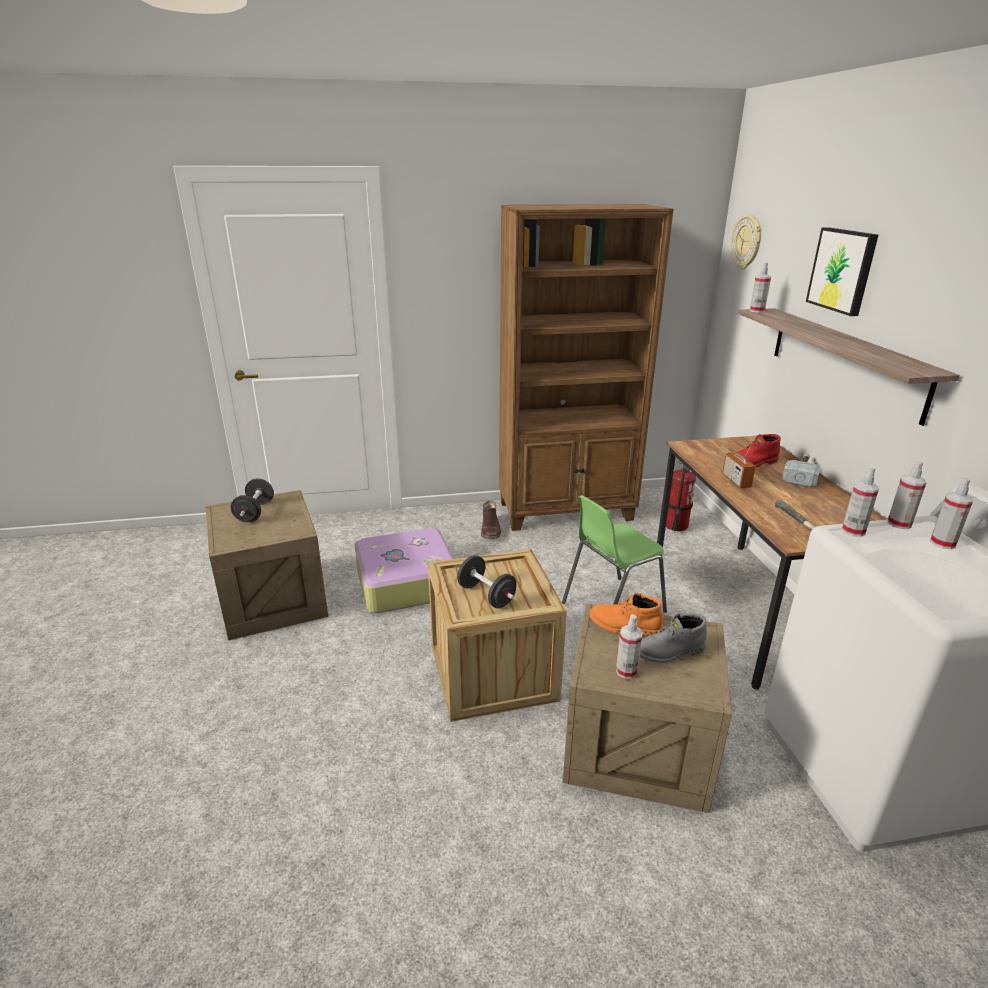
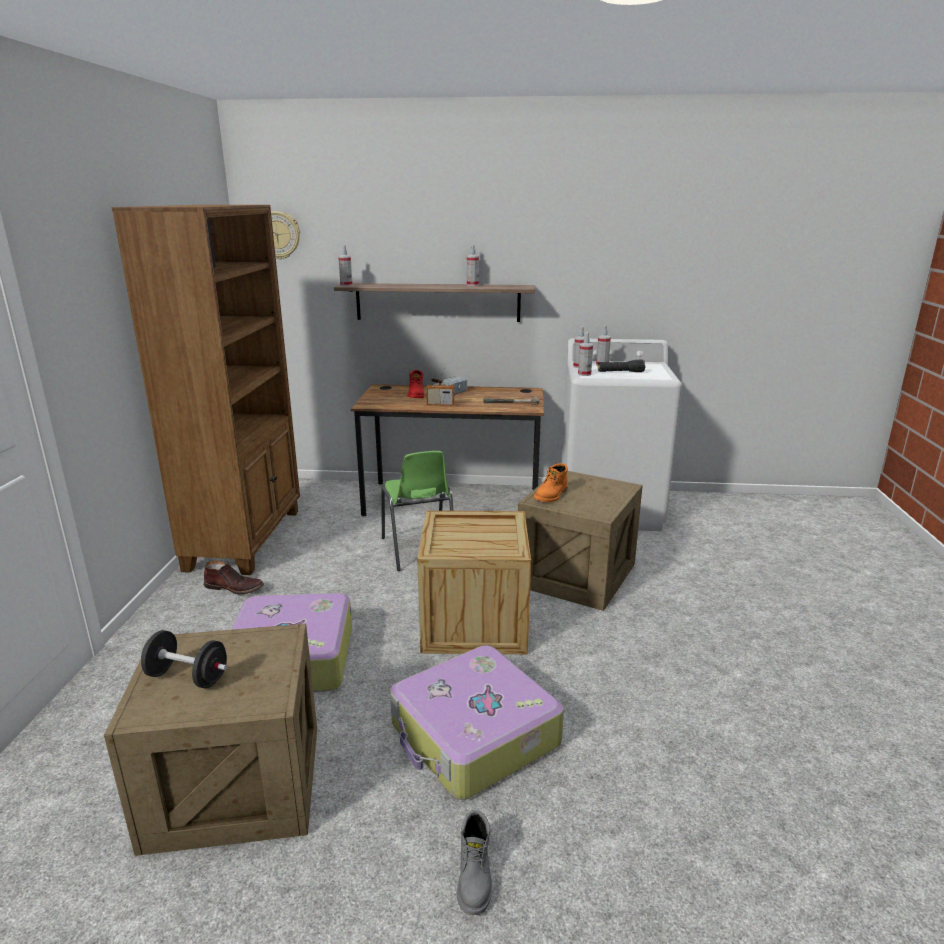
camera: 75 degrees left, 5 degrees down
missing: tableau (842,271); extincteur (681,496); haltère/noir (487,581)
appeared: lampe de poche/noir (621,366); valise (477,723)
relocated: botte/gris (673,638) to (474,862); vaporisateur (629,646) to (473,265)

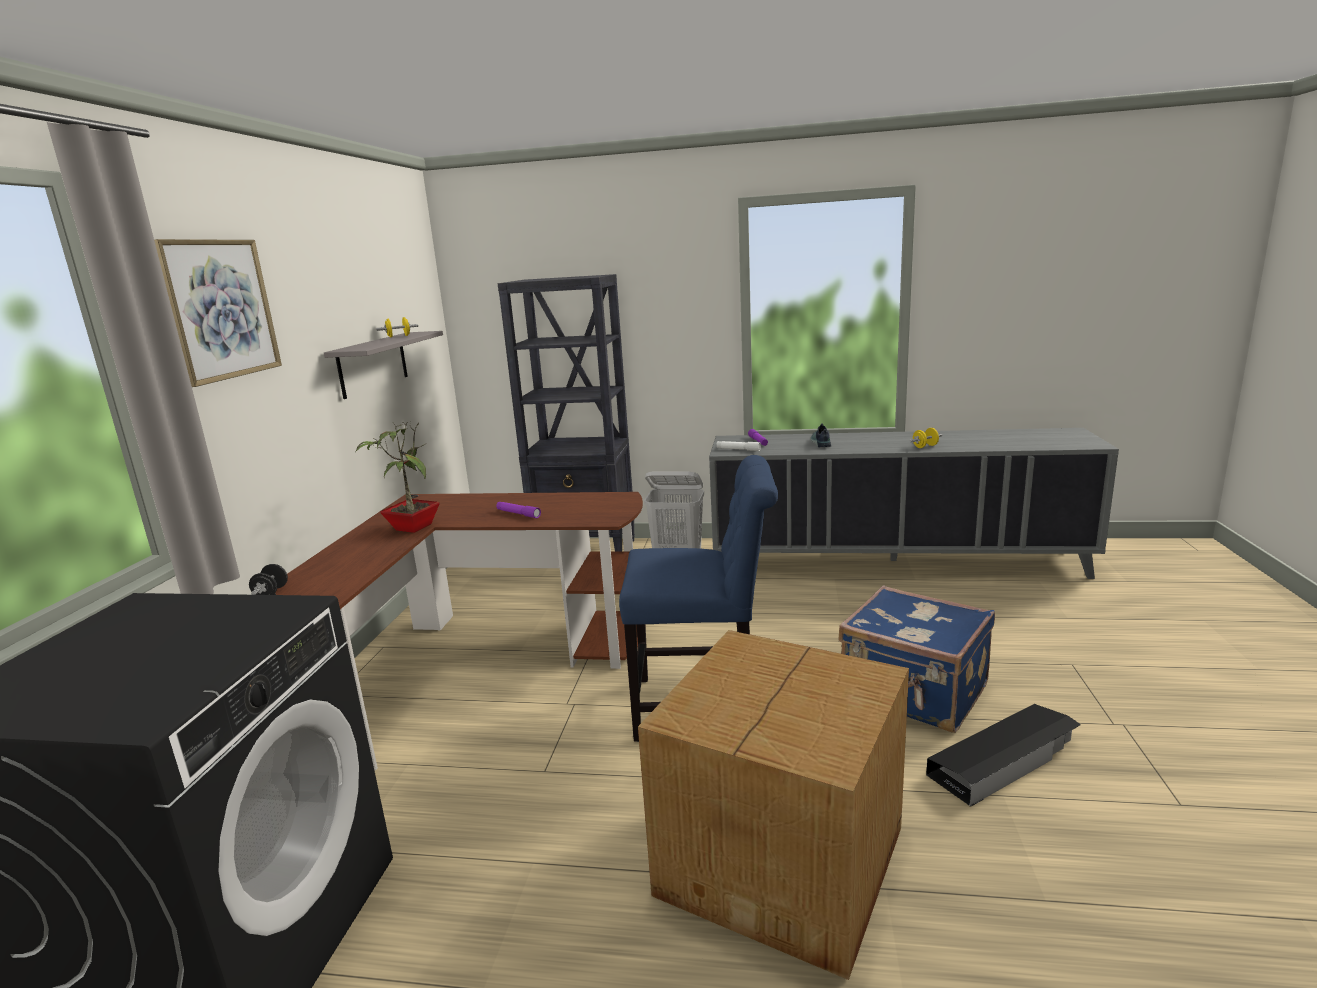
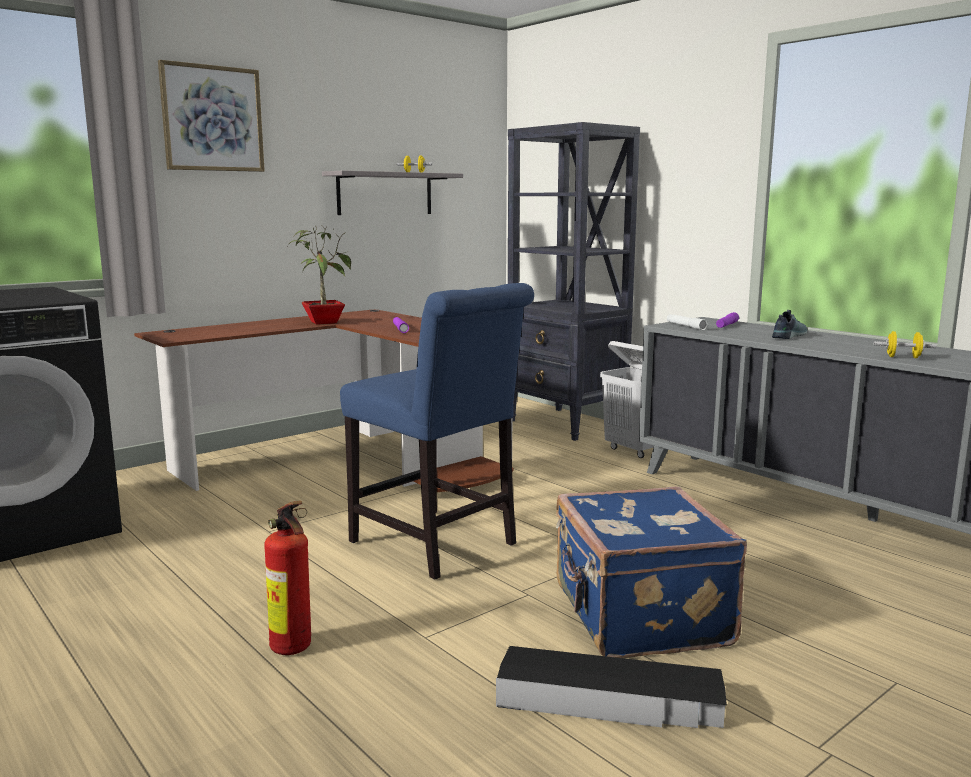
camera: 40 degrees right, 5 degrees down
missing: haltère/noir (268,579)
exchanged: carton (773,805) to extincteur (288,578)

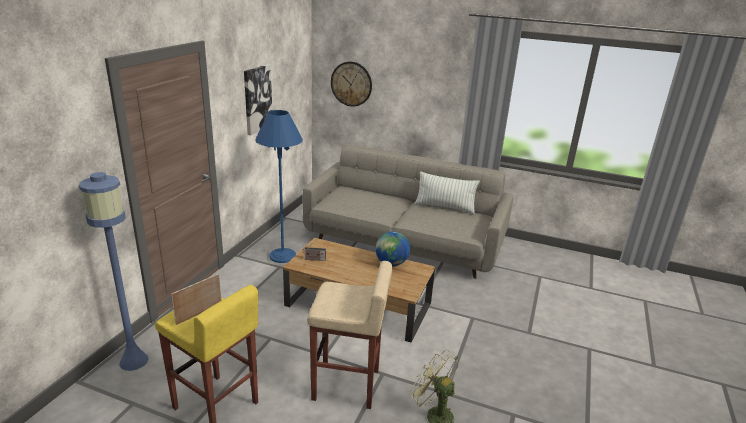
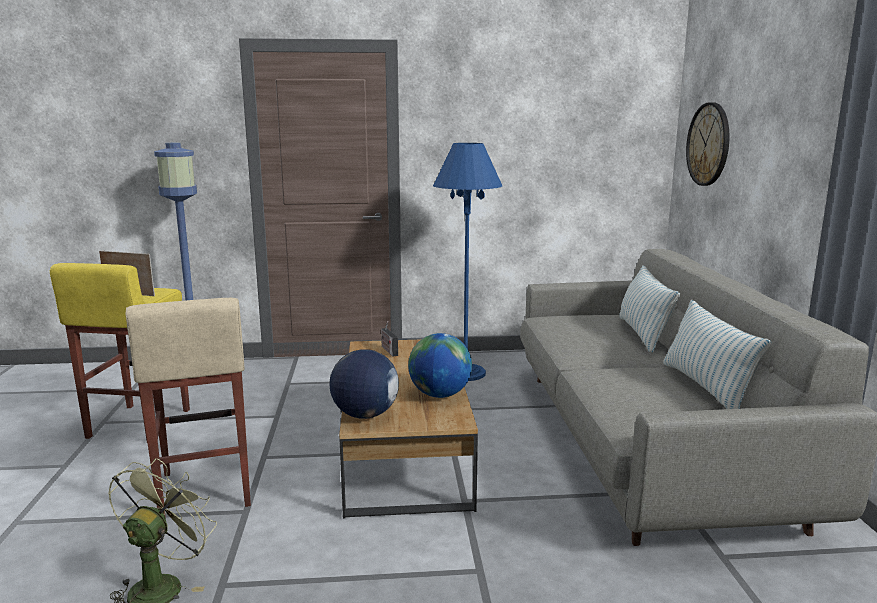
camera: 65 degrees right, 10 degrees down
missing: tableau (258,99)
appeared: coussin (650,309); globe (364,384)

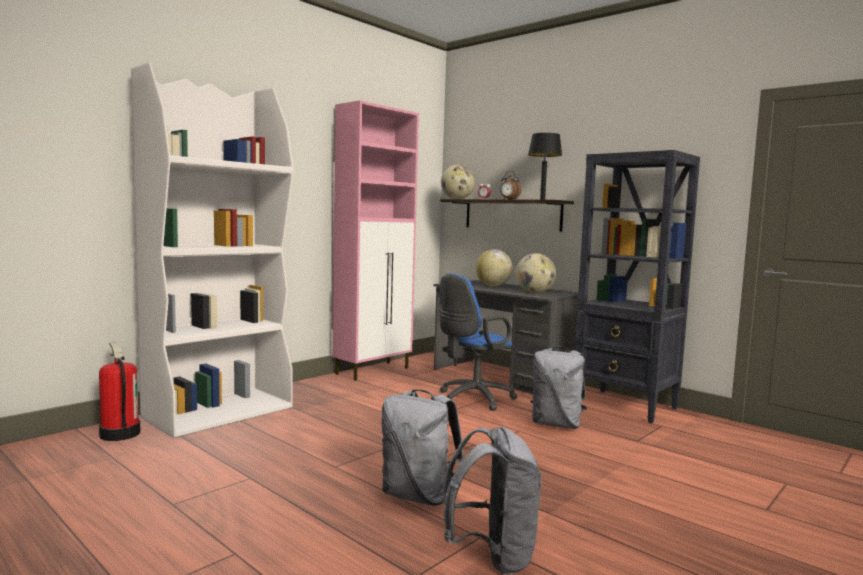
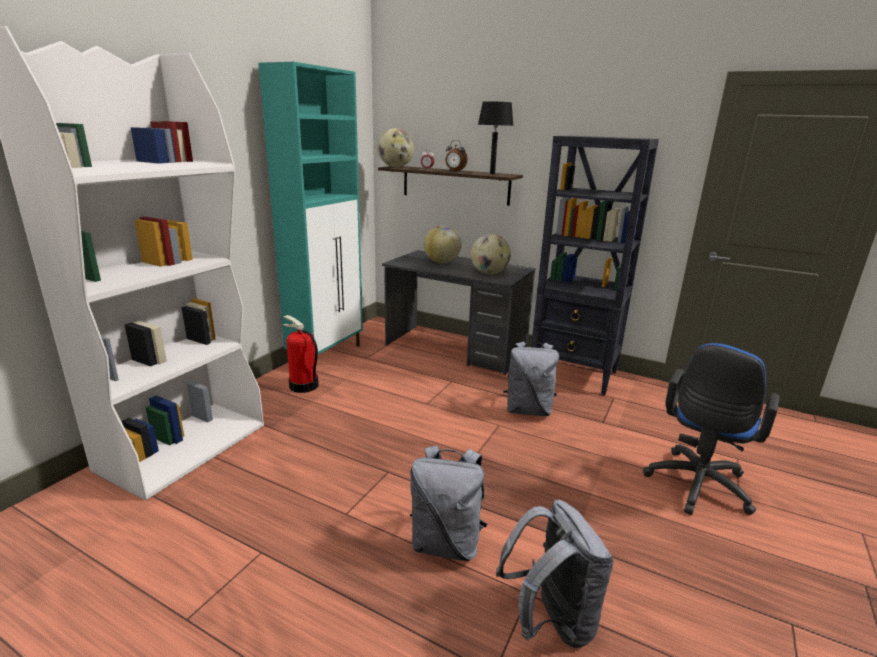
camera: 15 degrees left, 15 degrees up
relocated: chaise de bureau/bleu (478,342) to (711,429); extincteur (119,391) to (300,354)
colour: meuble de rangement/rose (375,241) to meuble de rangement/turquoise (310,208)

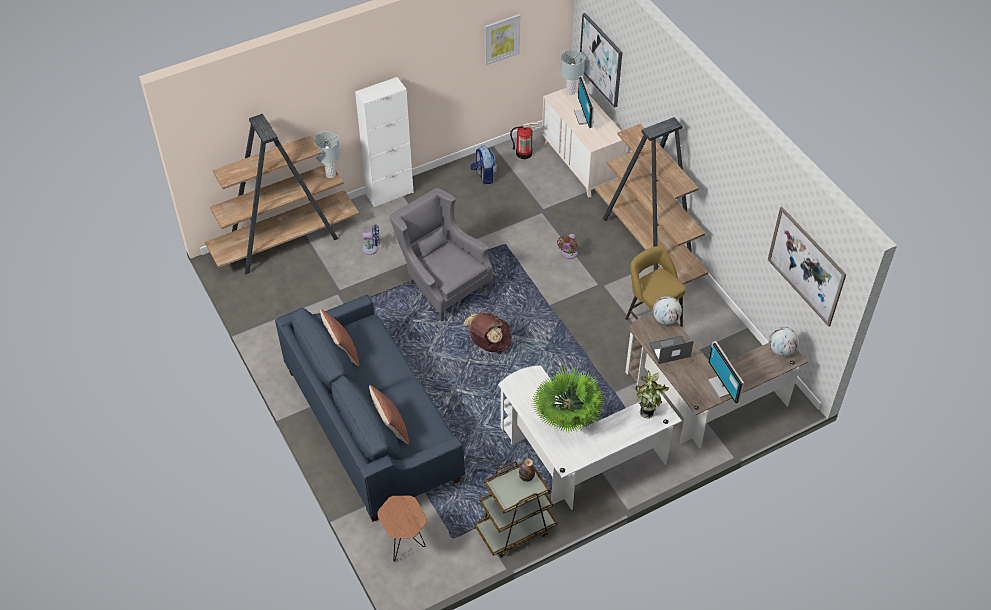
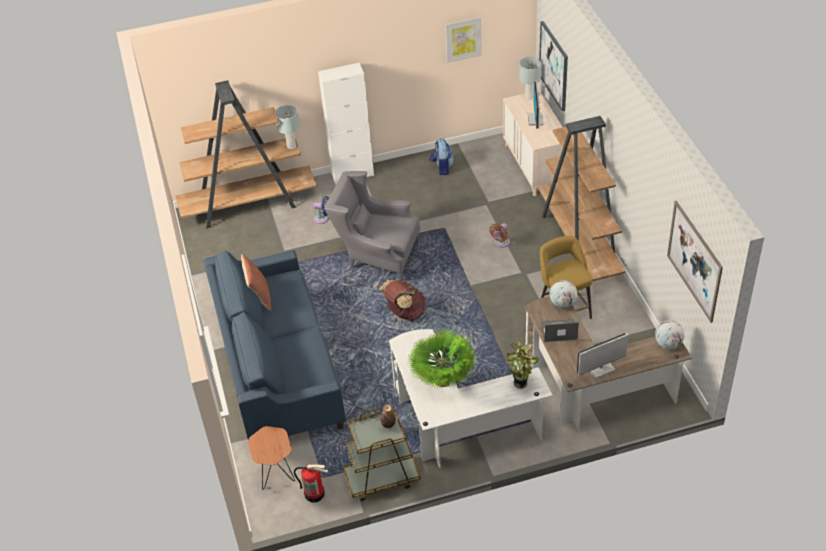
camera: 15 degrees right, 5 degrees down
missing: coussin (389,415)
relocated: extincteur (525,140) to (311,483)
spun: fauteuil/gris (441,255) = (372,226) 45 degrees counterclockwise; écran d'ordinateur (726,372) = (603,355) 75 degrees clockwise

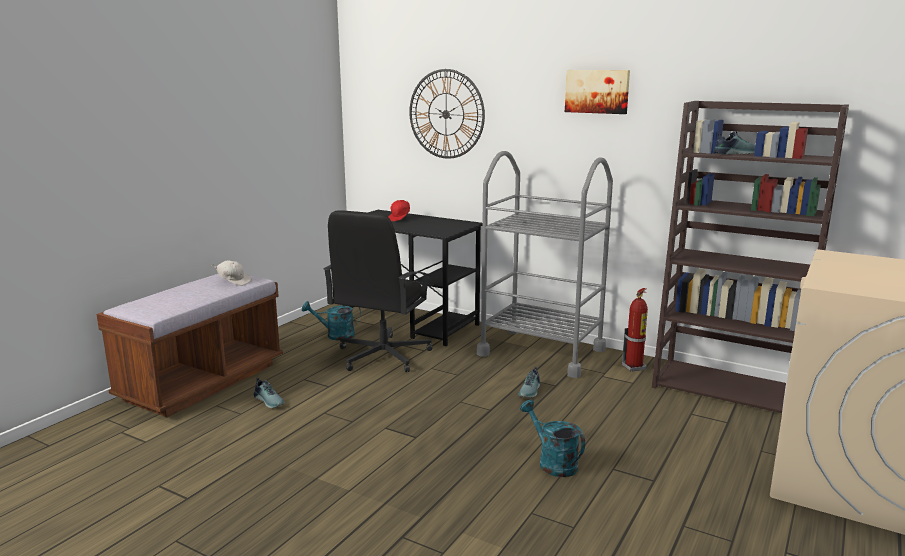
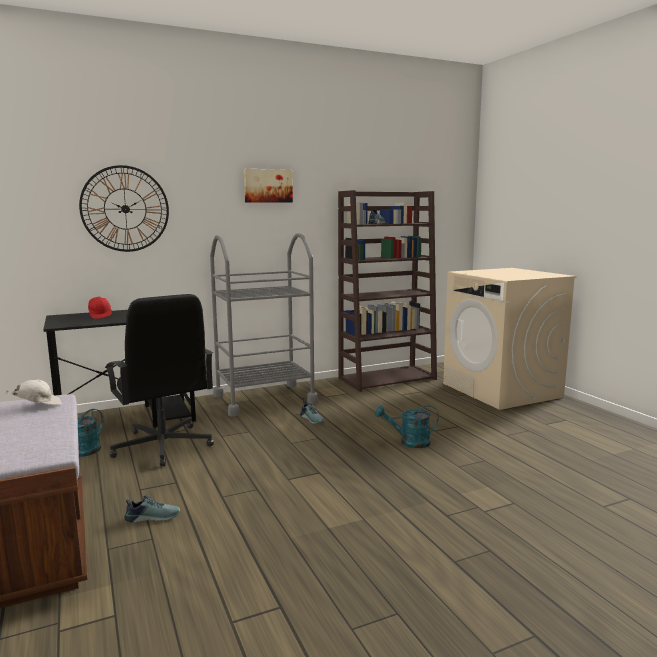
camera: 55 degrees left, 5 degrees down
missing: extincteur (635,330)

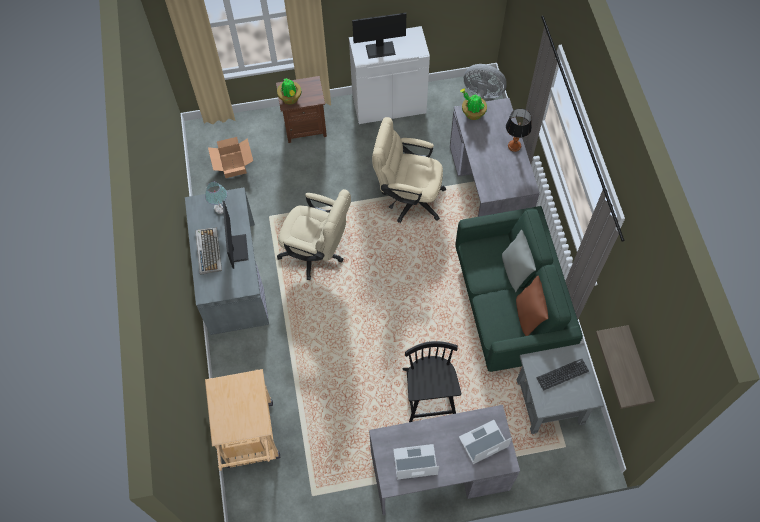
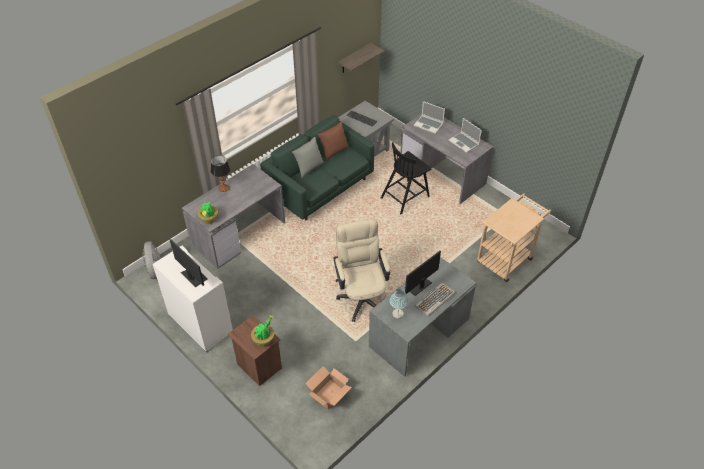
camera: 125 degrees left, 15 degrees down
missing: chaise de bureau/beige (409,170)

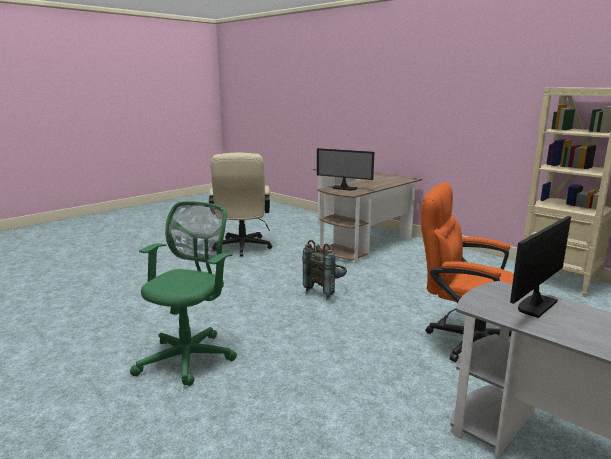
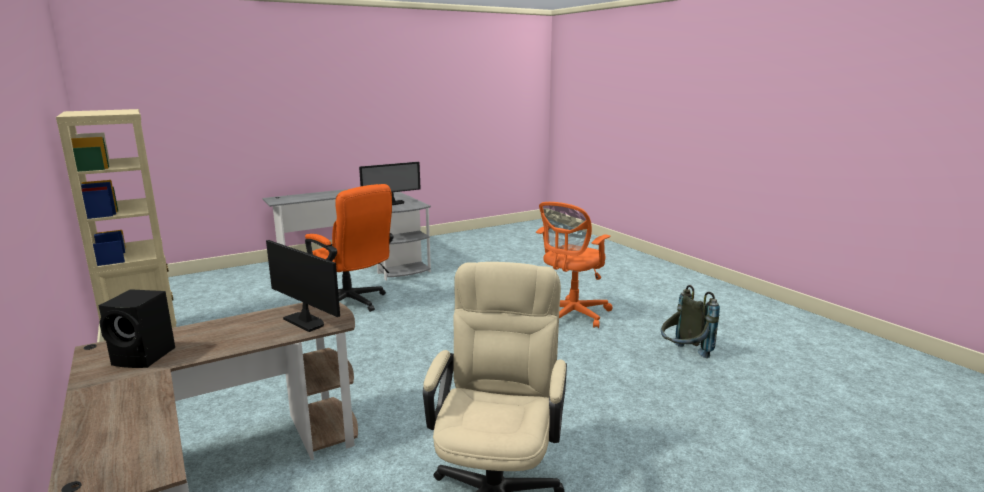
camera: 165 degrees left, 0 degrees up
appeared: enceinte/noir (136,328)
relocated: sac à dos/gris (324,270) to (690,321)
colour: chaise de bureau/vert (183,293) to chaise de bureau/orange (574,265)

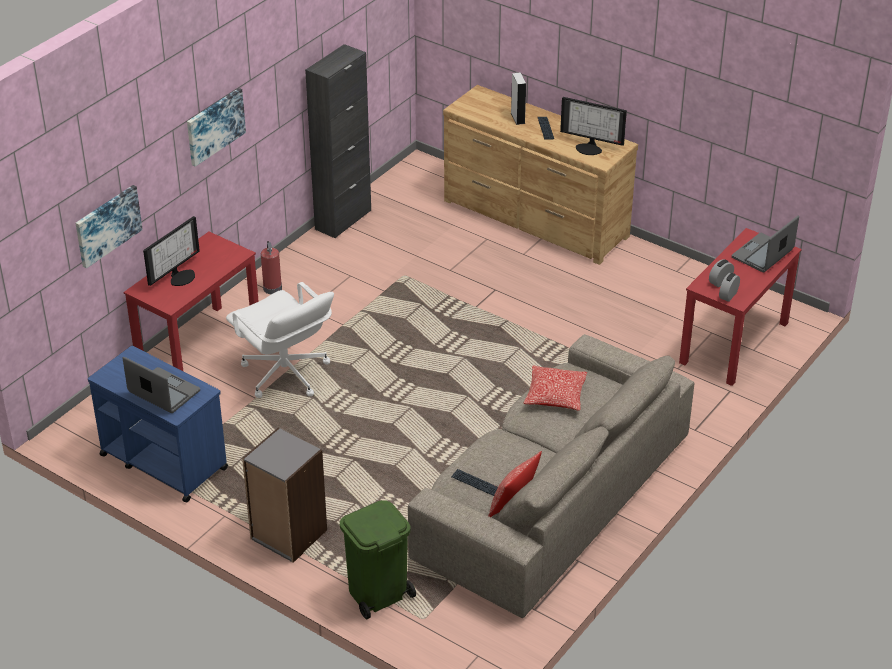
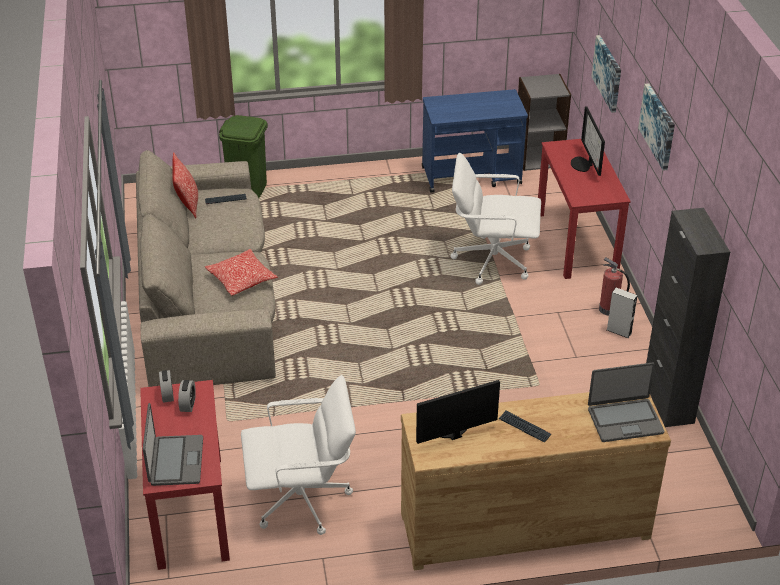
camera: 135 degrees right, 0 degrees up
appeared: chaise de bureau/blanc (298,455)
relocated: enceinte/gris (518,98) to (622,313); ordinateur portable (161,385) to (626,402); bibliothèque/gris (284,495) to (544,122)

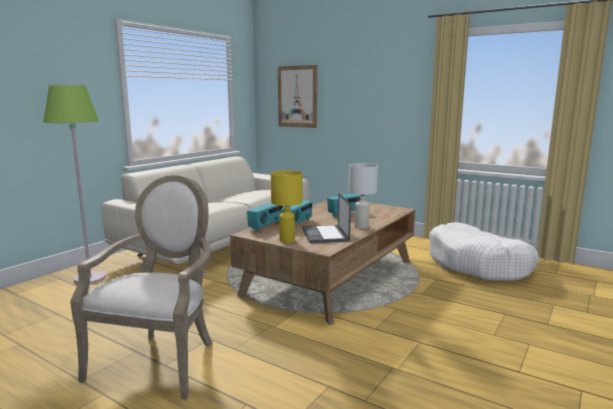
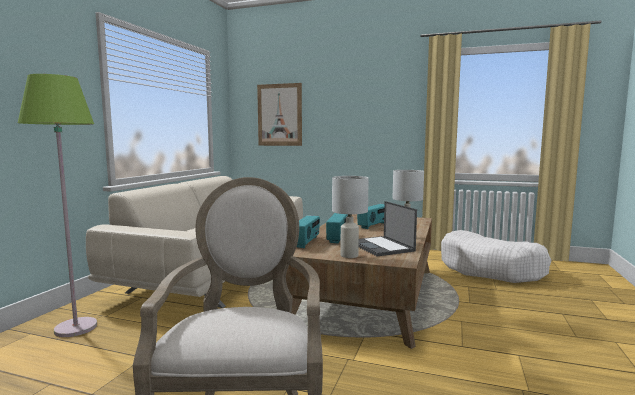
camera: 15 degrees left, 5 degrees down
colour: lampe de table/jaune (287,207) to lampe de table/blanc (350,217)

